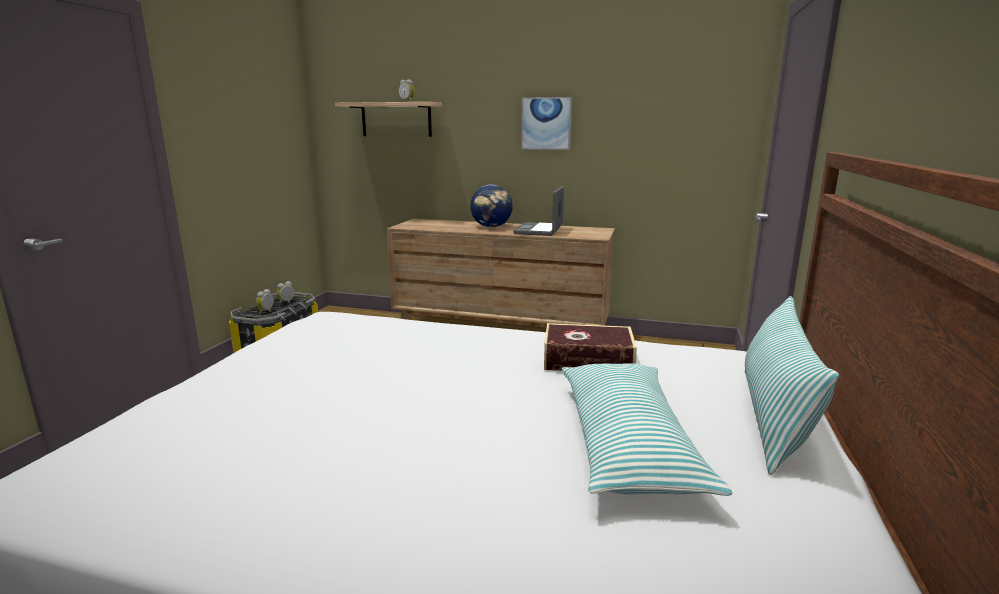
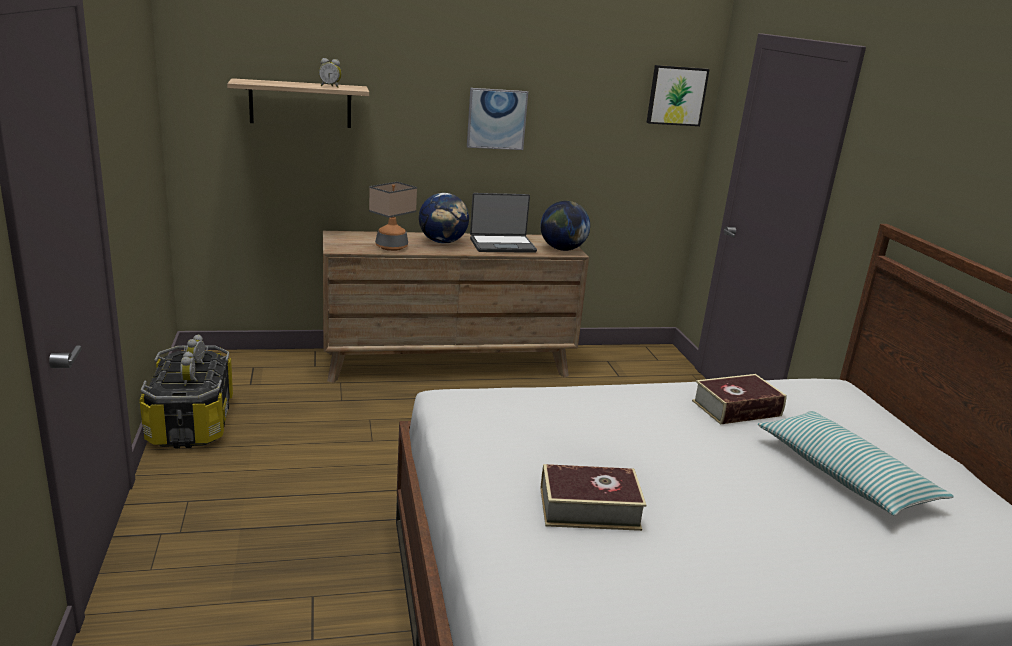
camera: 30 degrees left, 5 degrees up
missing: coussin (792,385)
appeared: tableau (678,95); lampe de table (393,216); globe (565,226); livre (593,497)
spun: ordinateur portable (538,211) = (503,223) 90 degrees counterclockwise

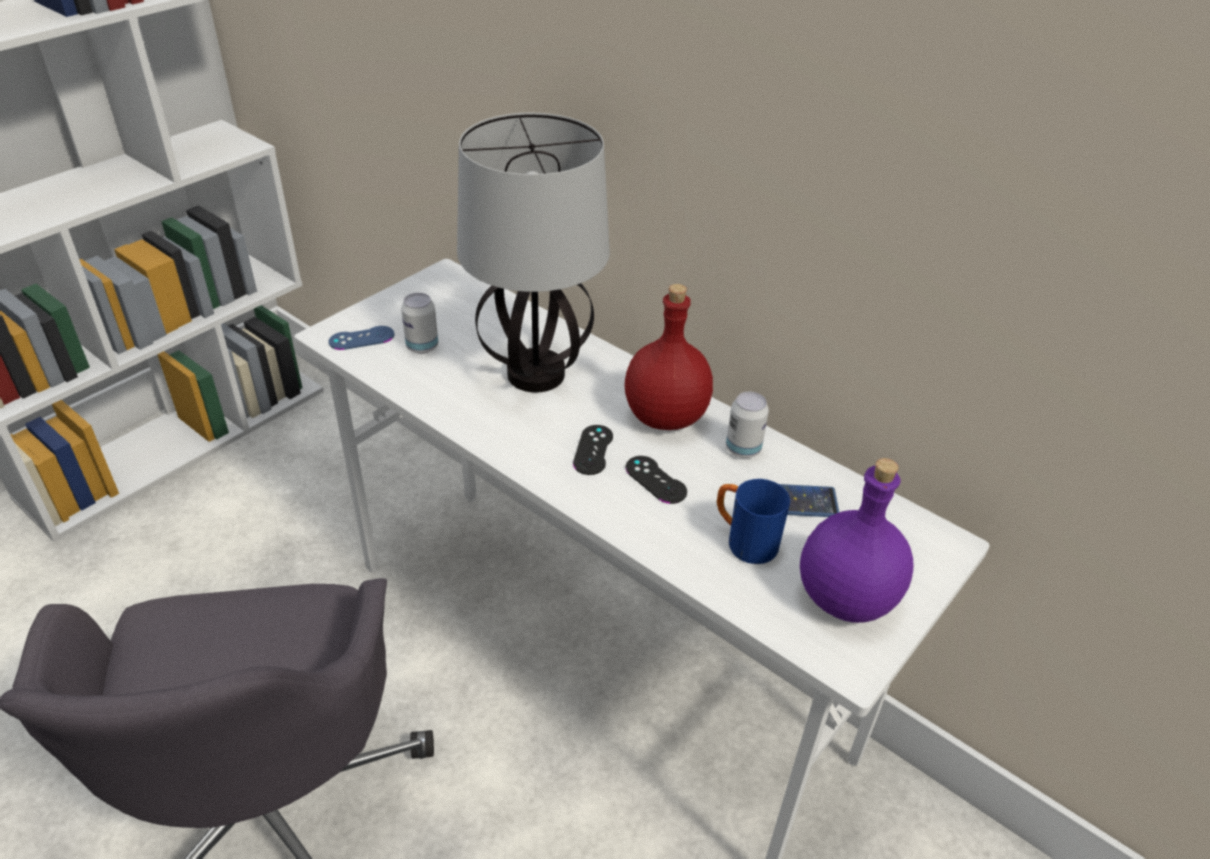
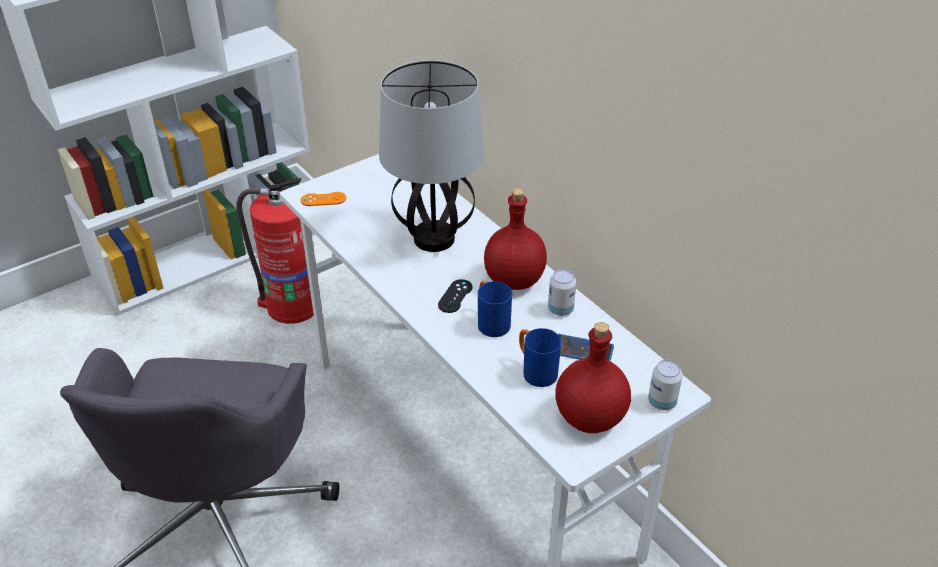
camera: 15 degrees right, 0 degrees up
appeared: extincteur (275,251)
relocated: boîte métallique (419,323) to (665,385)
exchanged: manette/noir (656,480) to mug/bleu (495,309)
colour: manette/bleu (361,338) to manette/orange (323,199); bouteille/violet (856,540) to bouteille/rouge (593,377)

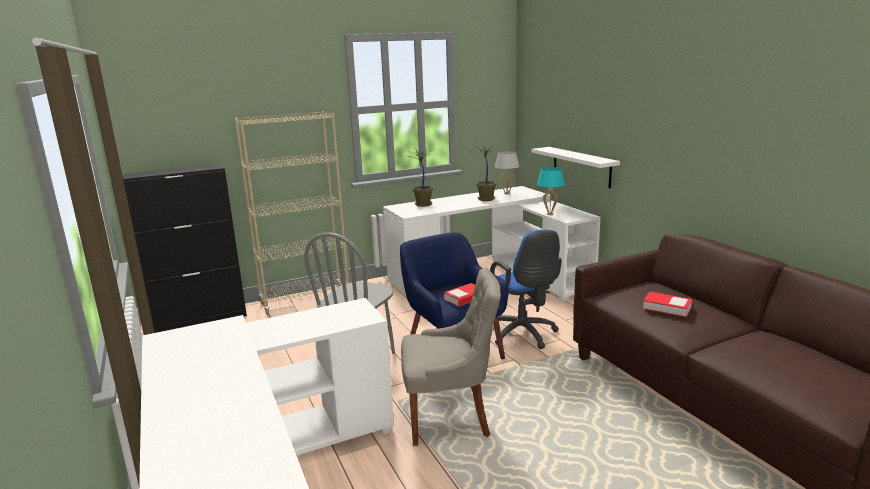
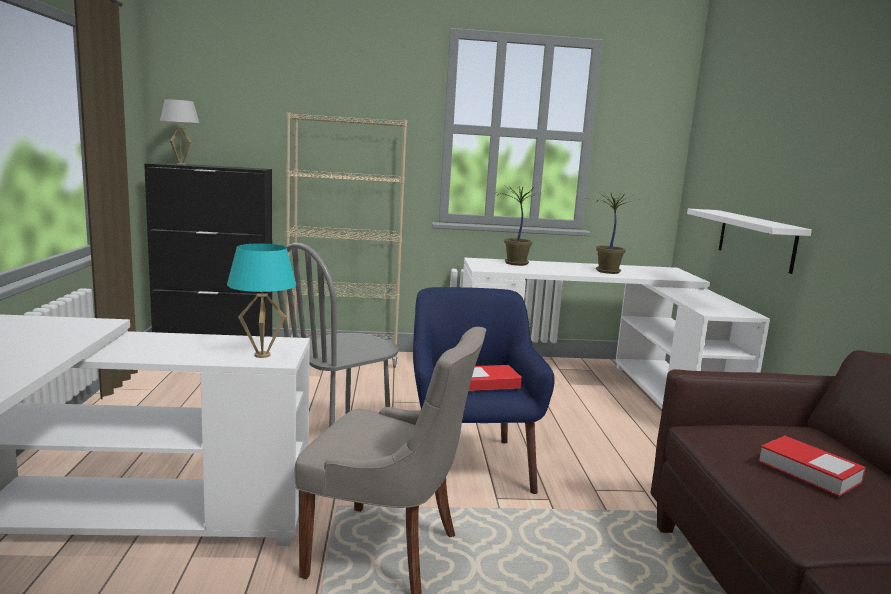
camera: 20 degrees right, 5 degrees down
missing: chaise de bureau/bleu (526,289)
relocated: lampe de table/blanc (507,172) to (179,132); lampe de table/turquoise (551,191) to (261,301)

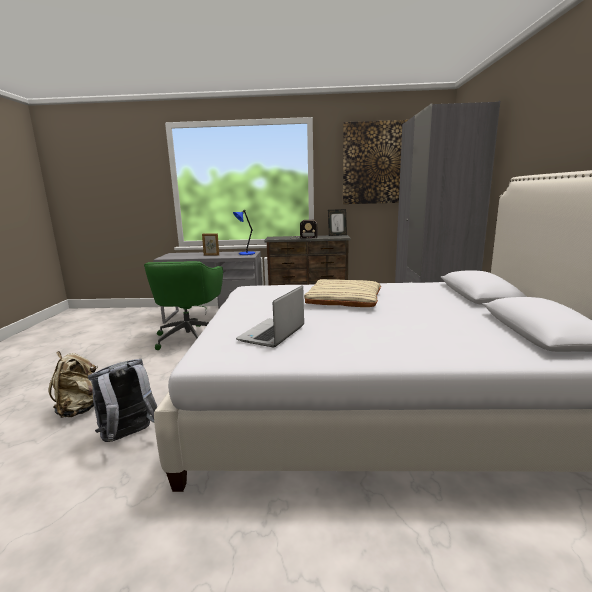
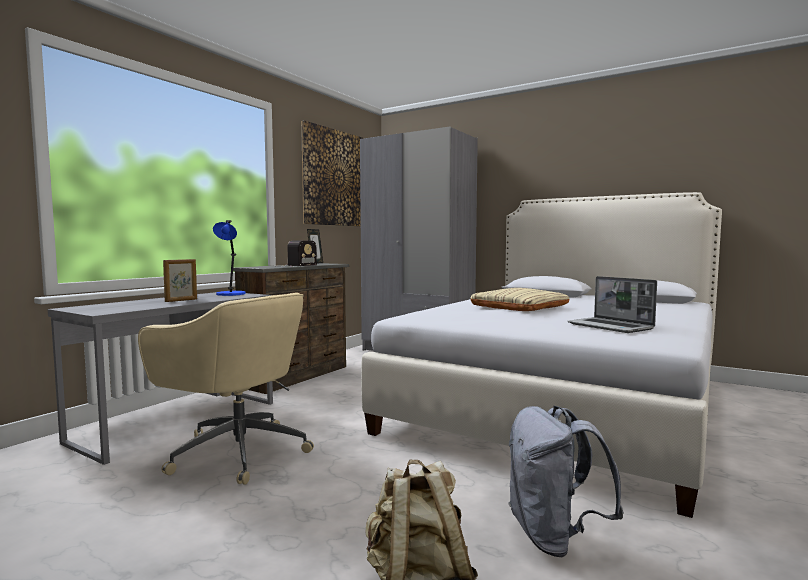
camera: 60 degrees left, 10 degrees down
colour: chaise de bureau/vert (183,305) to chaise de bureau/beige (226,389)

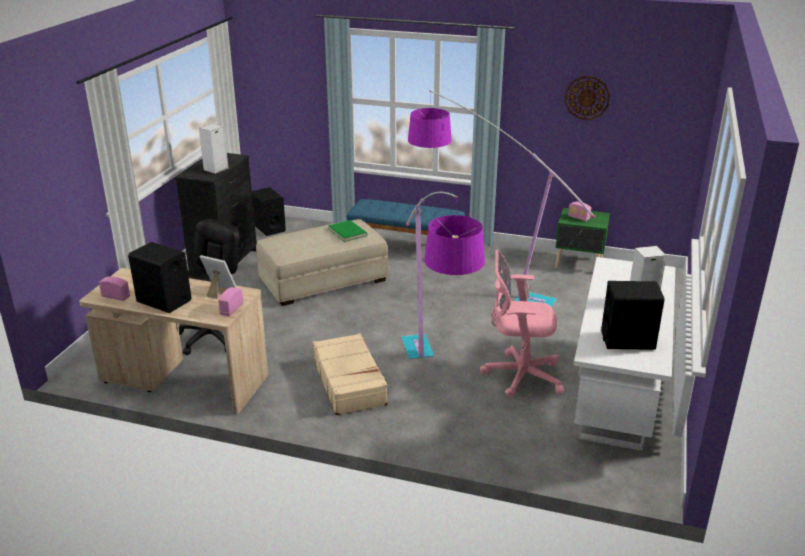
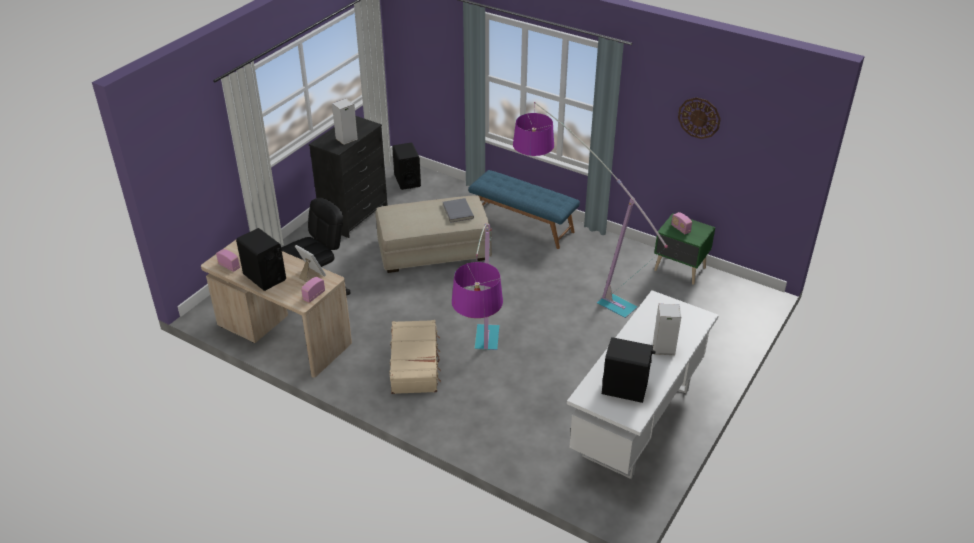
camera: 15 degrees right, 10 degrees up
missing: chaise de bureau/rose (522,323)
colour: livre/vert (347,231) to livre/gris (458,210)

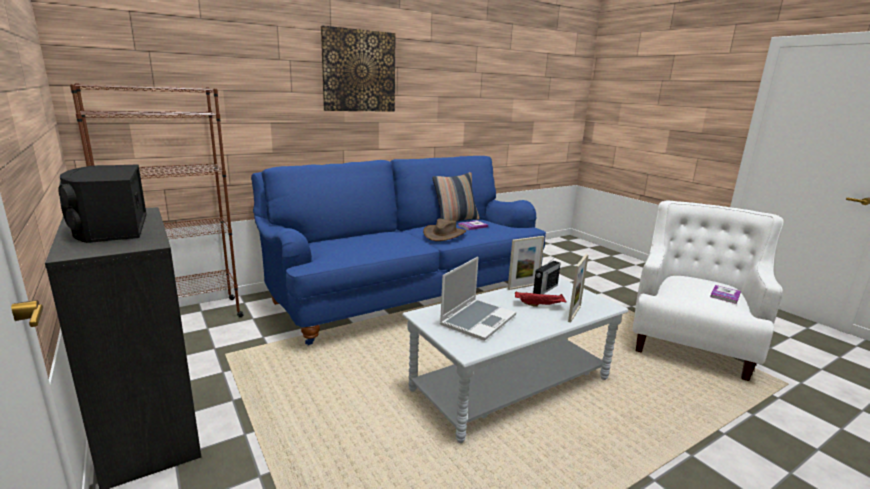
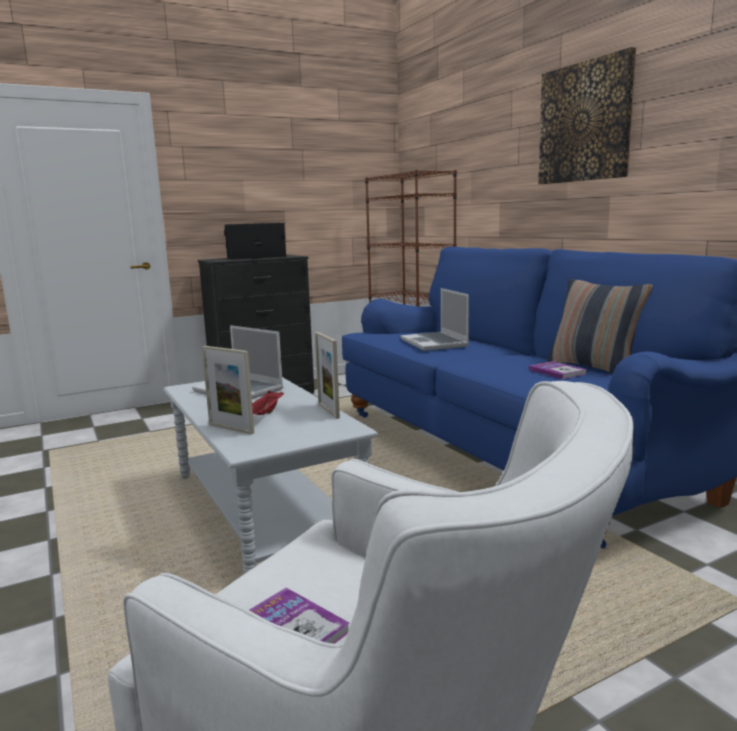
camera: 95 degrees right, 5 degrees down
missing: chapeau/marron (444,230); radio (547,275)
appeared: ordinateur portable (435,319)

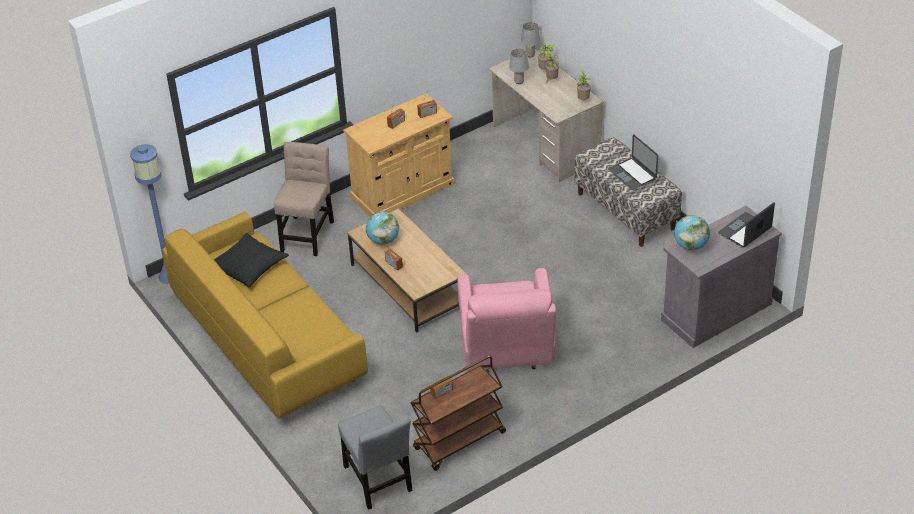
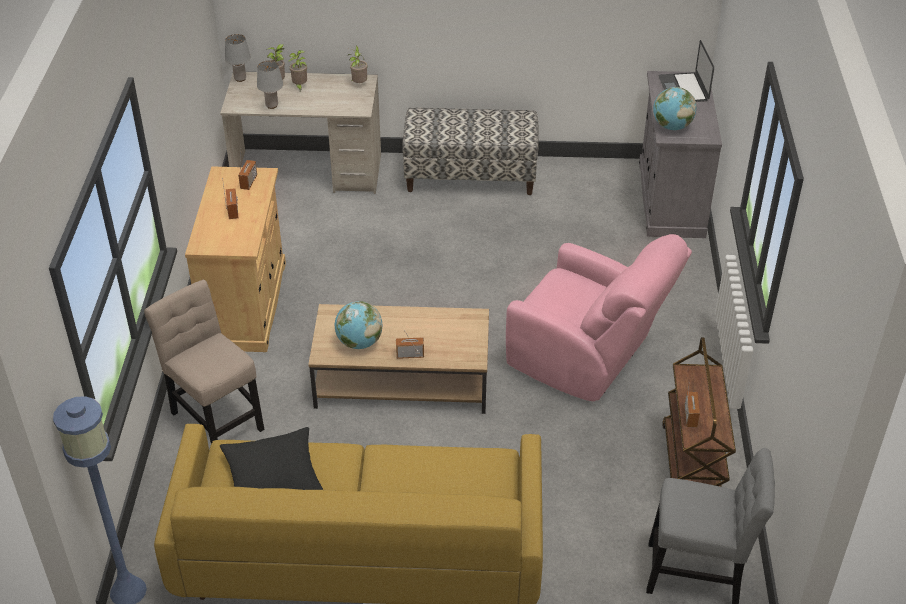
camera: 55 degrees left, 0 degrees up
missing: ordinateur portable (633,162)

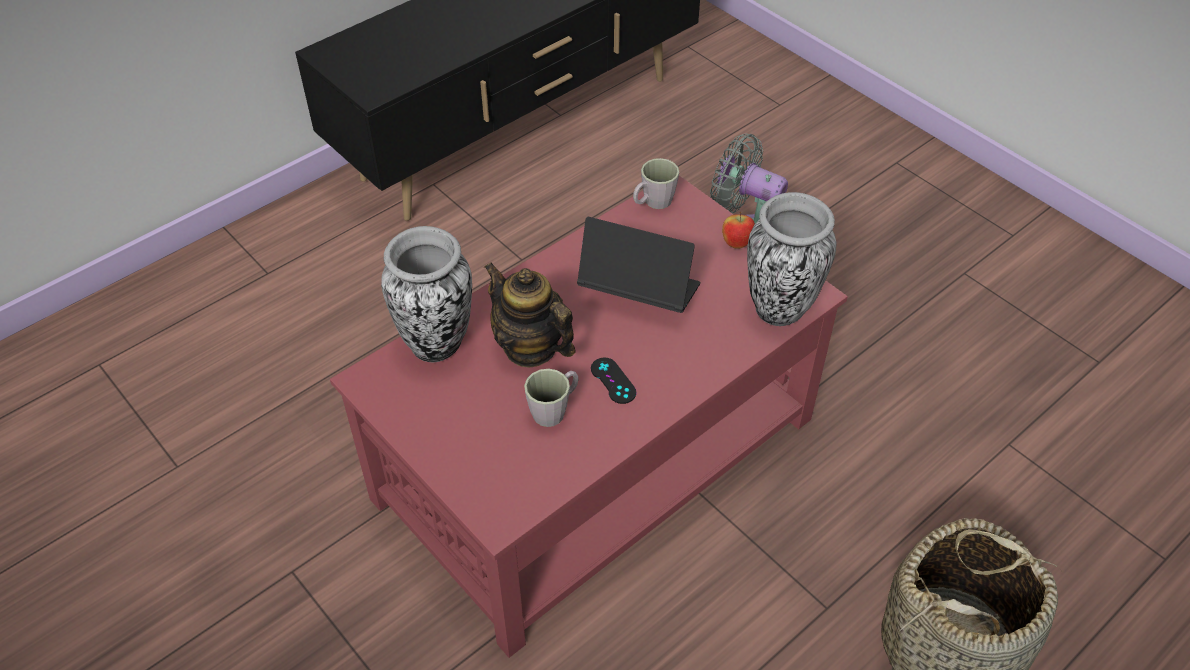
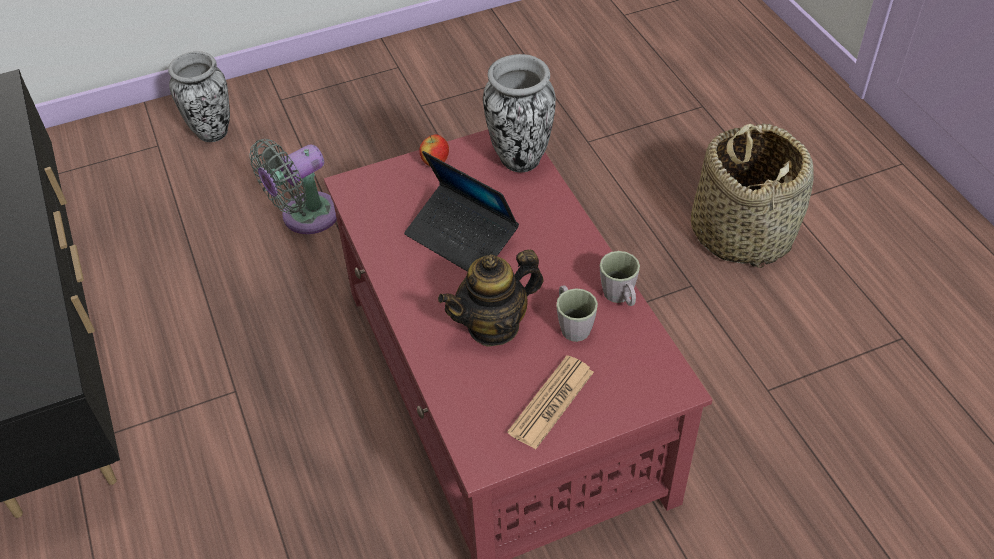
camera: 70 degrees left, 0 degrees up
missing: manette/noir (613,381)
appeared: journal (550,402)
relocated: mug/gris (656,183) to (620,278); vase (426,294) to (199,96)
spun: ordinateur portable (638,265) = (461,211) 90 degrees counterclockwise

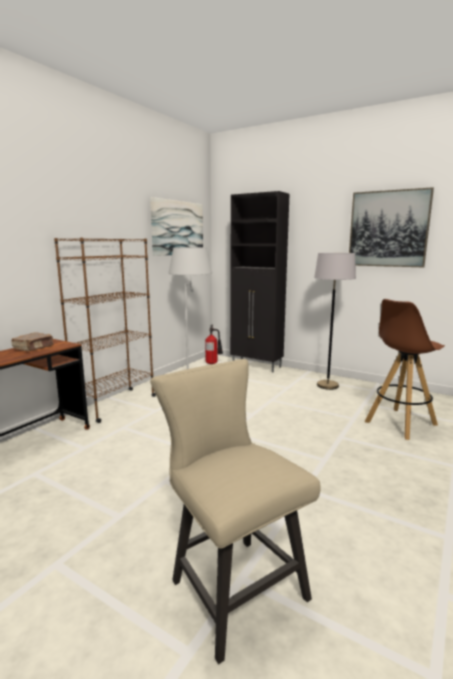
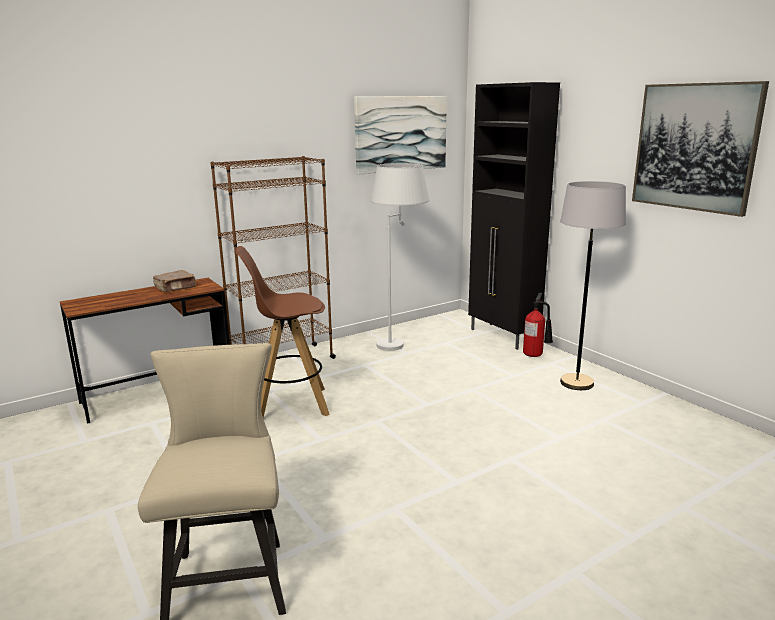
camera: 25 degrees right, 5 degrees up
relocated: tabouret/marron (405,369) to (282,332); extincteur (214,344) to (538,325)

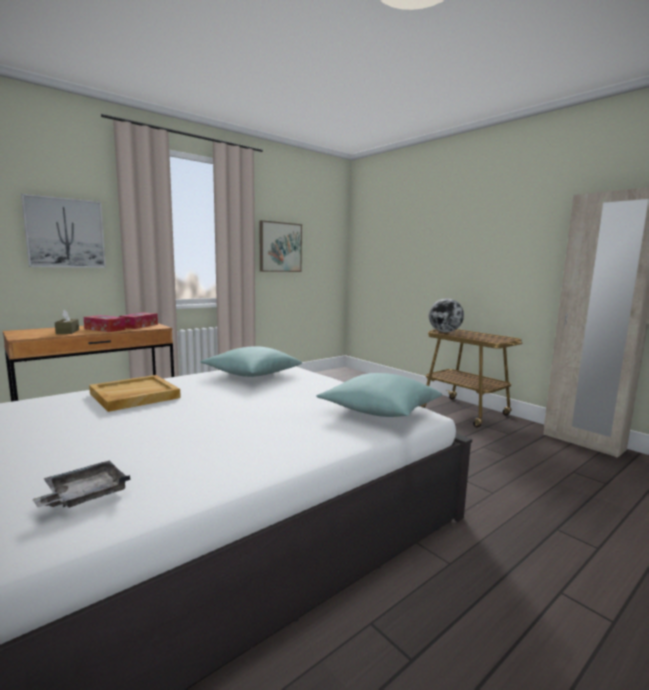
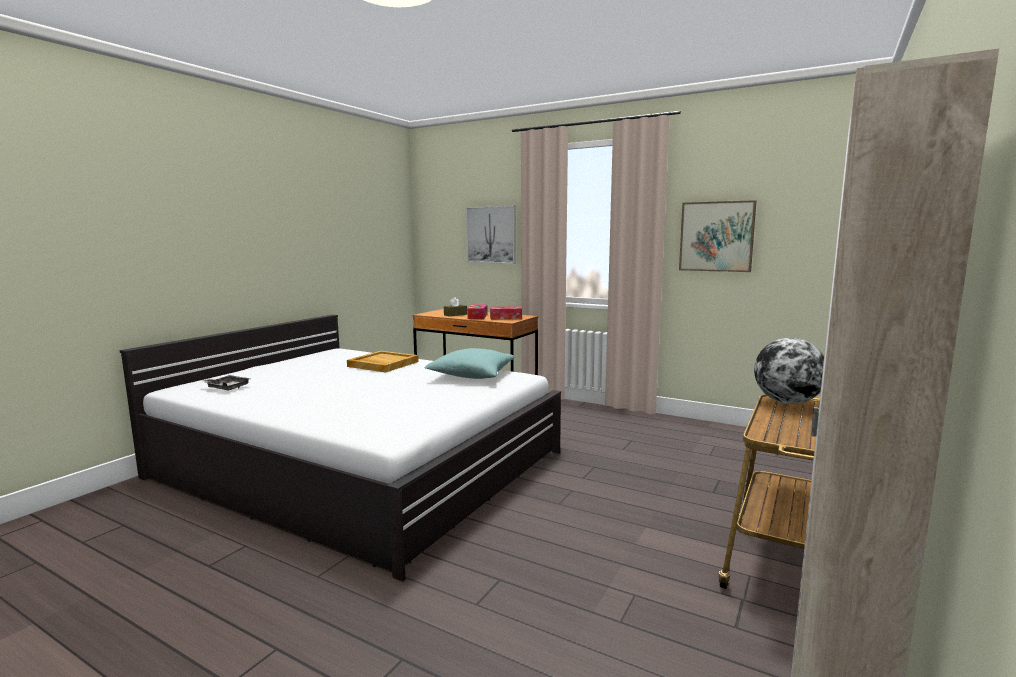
camera: 70 degrees right, 0 degrees up
missing: coussin/turquoise (379,395)

